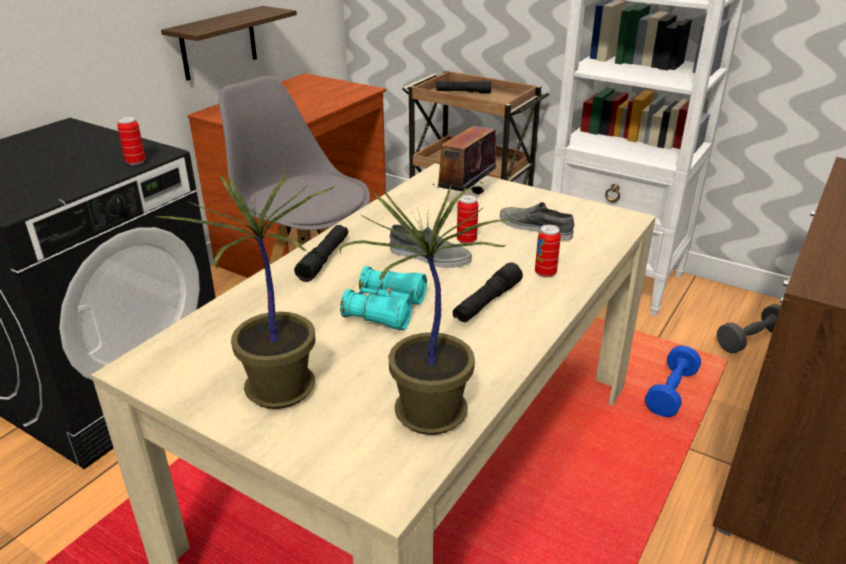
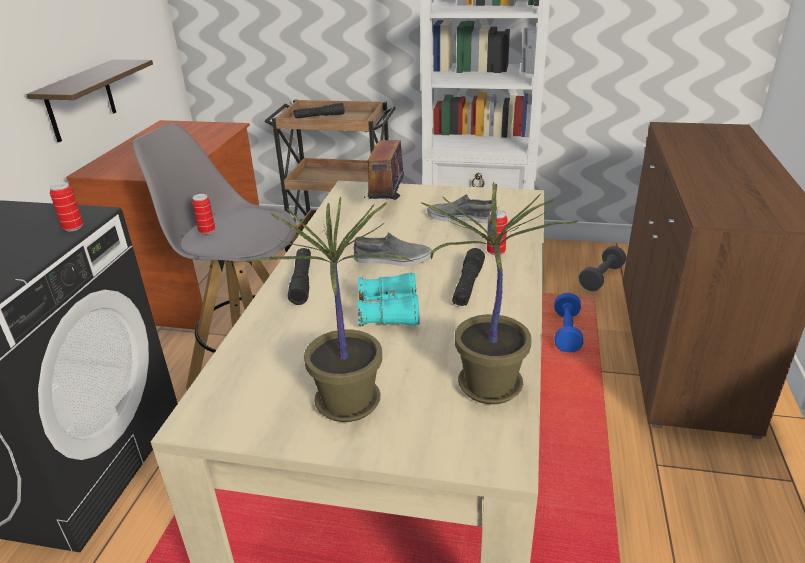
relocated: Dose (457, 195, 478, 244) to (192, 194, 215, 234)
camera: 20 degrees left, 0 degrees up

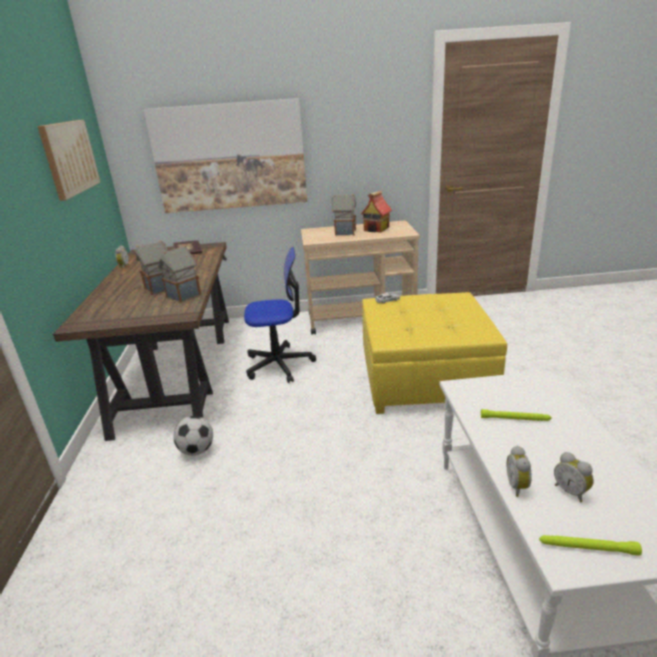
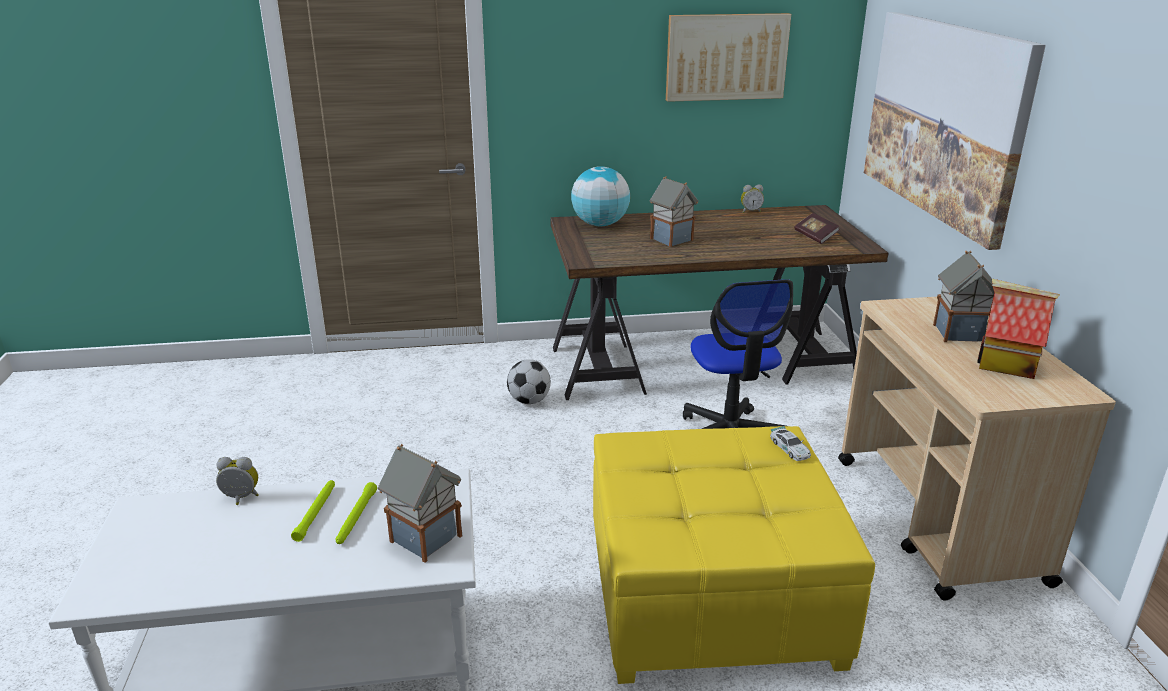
missing: Wecker (554, 452, 594, 502)
appeared: Globus (571, 166, 630, 226)
relocated: Taschenlampe (grün) (539, 535, 642, 556) to (291, 480, 335, 542); Spielzeughaus (157, 245, 201, 303) to (378, 444, 462, 562)
camera: 85 degrees right, 0 degrees up

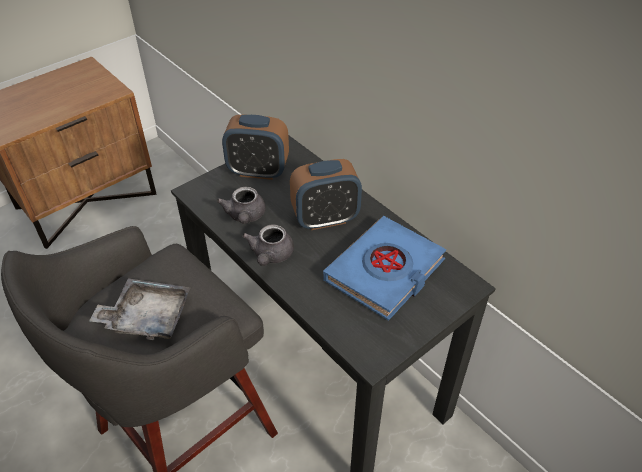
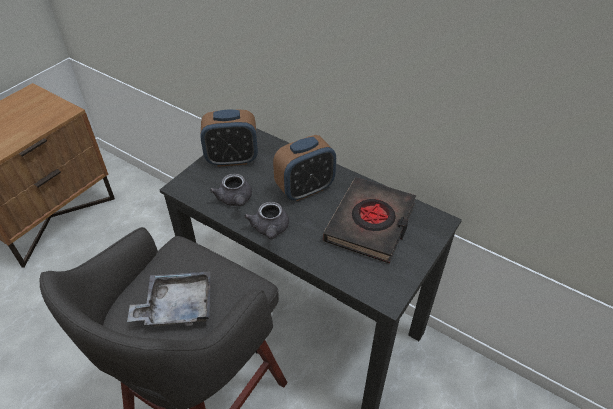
colour: Buch (blau) (323, 216, 446, 321) to Buch (schwarz) (323, 178, 416, 263)
camera: 15 degrees left, 0 degrees up

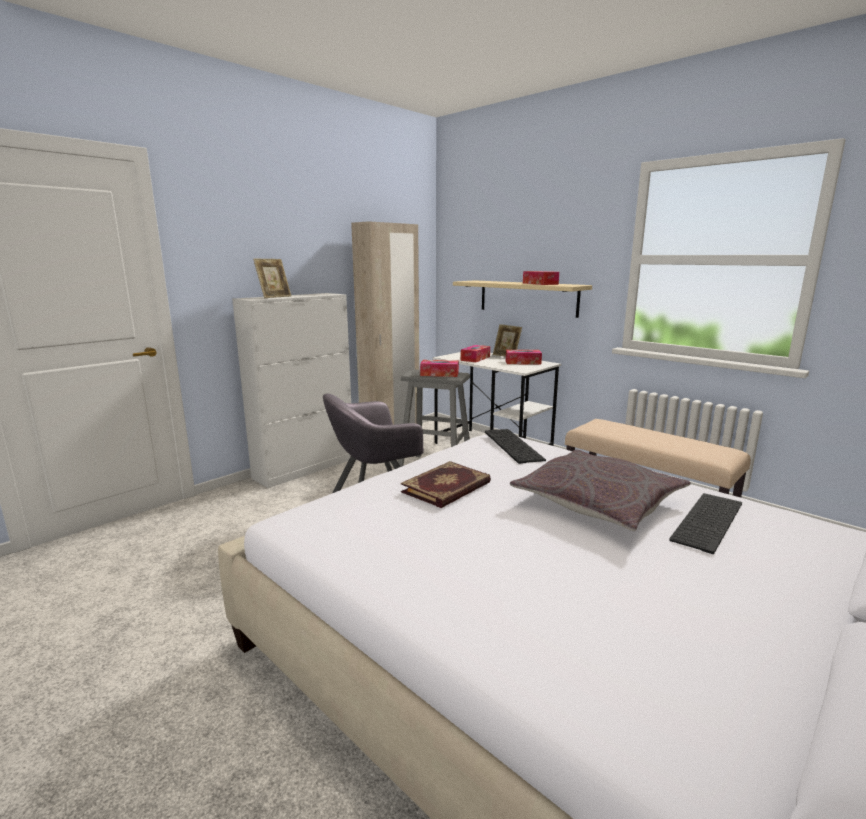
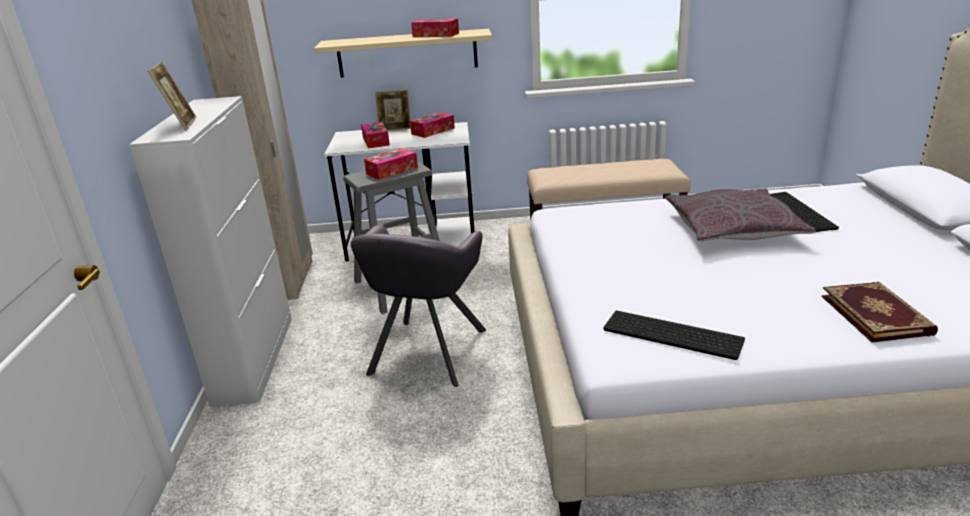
relocated: Tastatur (485, 429, 546, 464) to (603, 311, 745, 360); Buch (401, 461, 491, 508) to (821, 282, 938, 343)
camera: 45 degrees left, 10 degrees up

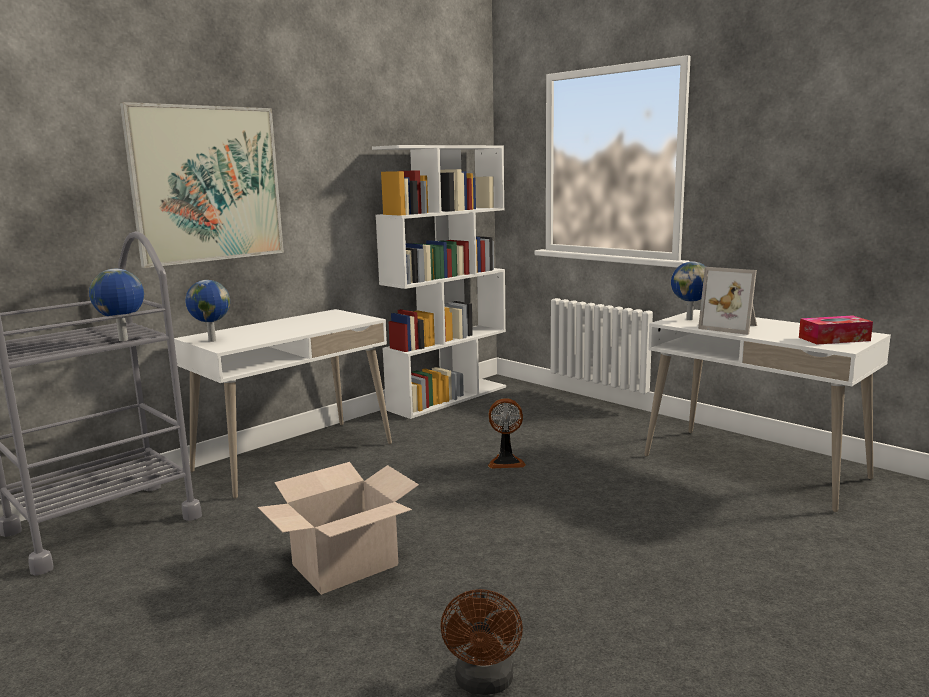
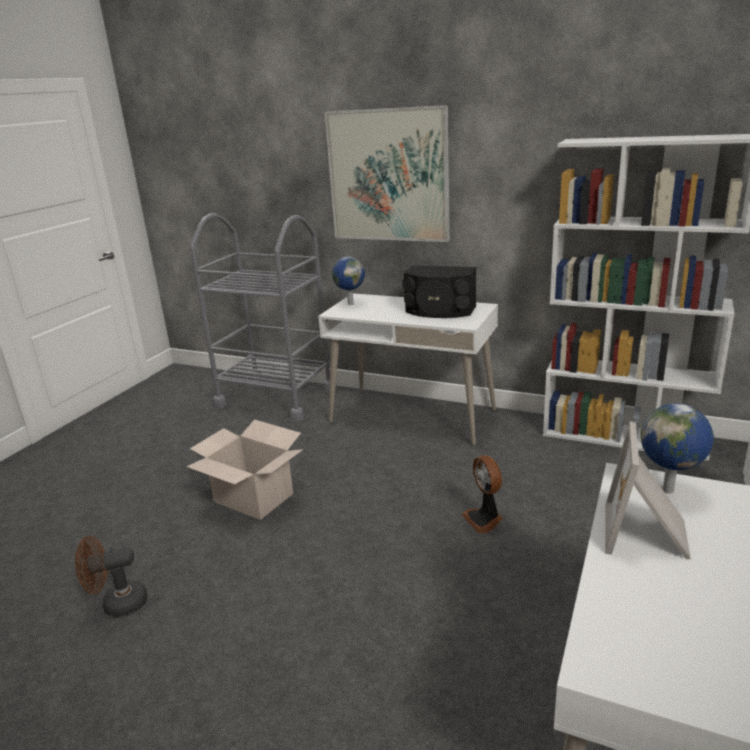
missing: Globus (89, 269, 144, 341); Taschentuchbox (799, 315, 873, 345)
appeared: Lautsprecher (schwarz) (402, 265, 476, 318)
camera: 70 degrees right, 10 degrees up

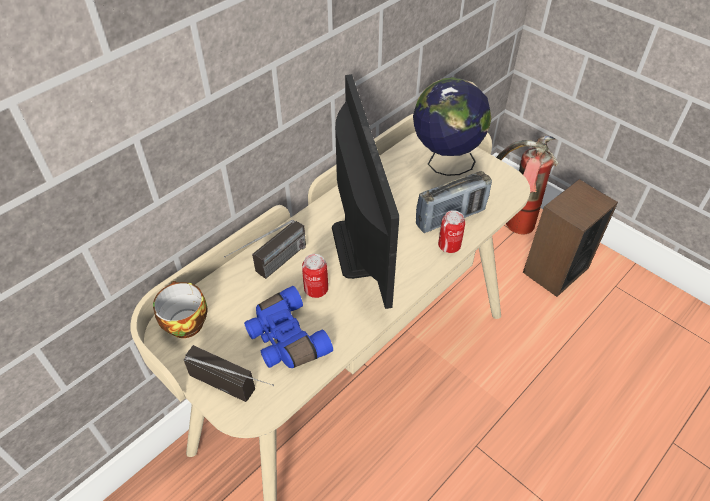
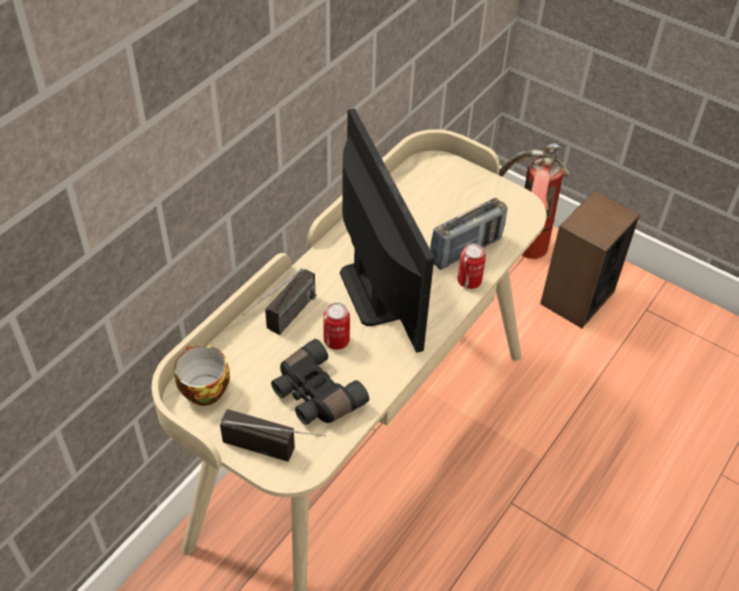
missing: Globus (413, 77, 492, 176)
colour: Fernglas (blau) (244, 286, 333, 368) to Fernglas (schwarz) (271, 339, 369, 425)
camera: 10 degrees left, 0 degrees up

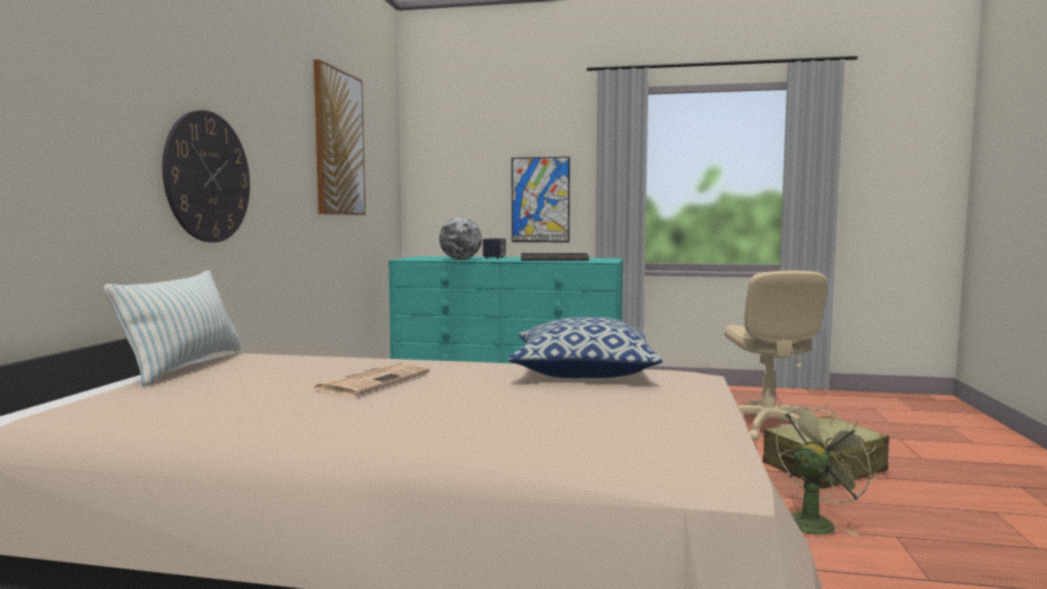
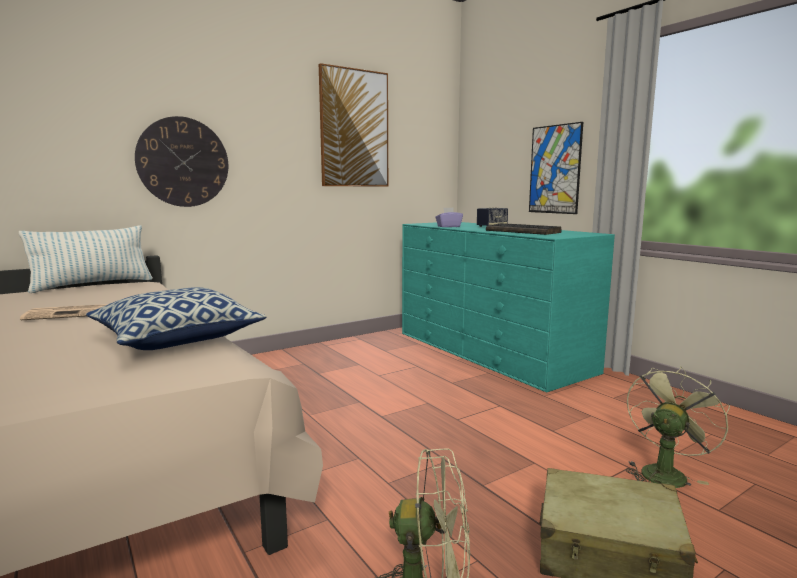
exchanged: Globus (439, 217, 482, 260) to Taschentuchbox (lila) (435, 208, 463, 227); Bürostuhl (beige) (724, 271, 828, 440) to Ventilator (grün) (626, 366, 730, 488)
camera: 45 degrees right, 5 degrees up

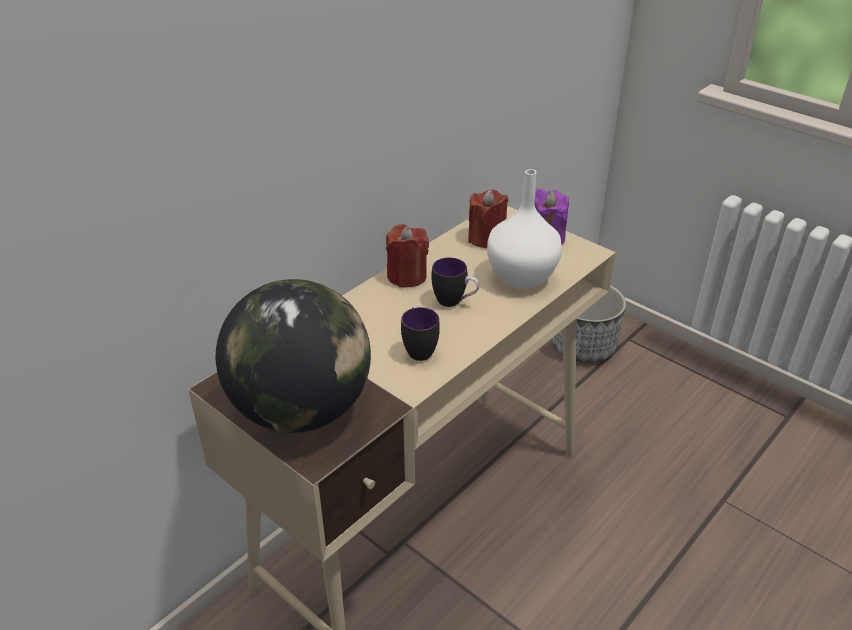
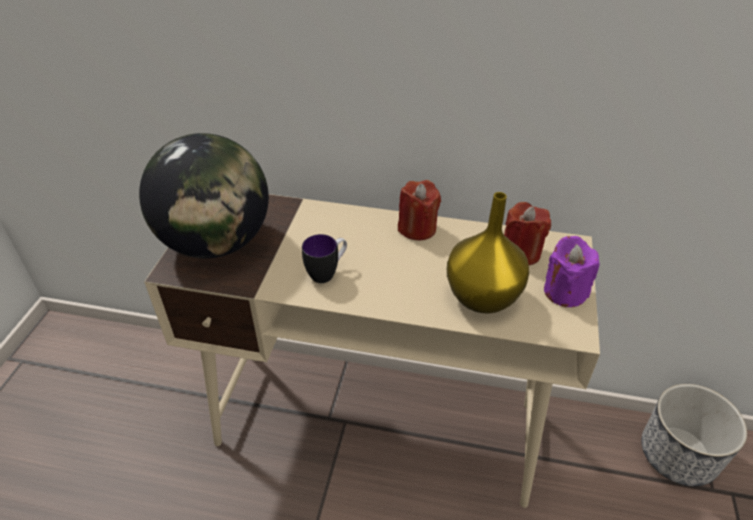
missing: Henkelbecher (432, 257, 480, 307)
colour: Vase (weiß) (487, 169, 562, 289) to Vase (gelb) (447, 192, 529, 314)
camera: 60 degrees right, 5 degrees up

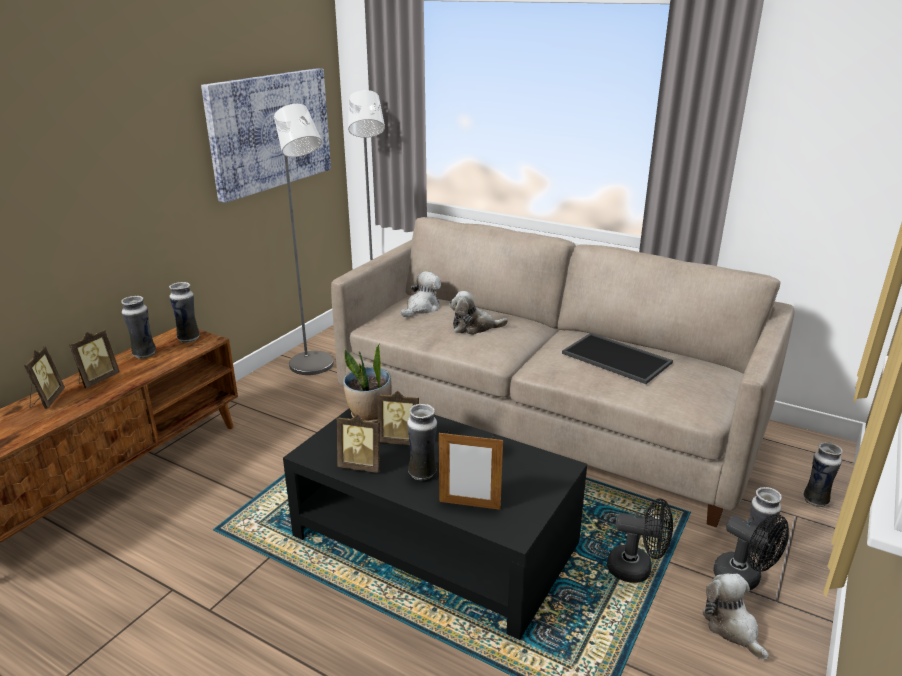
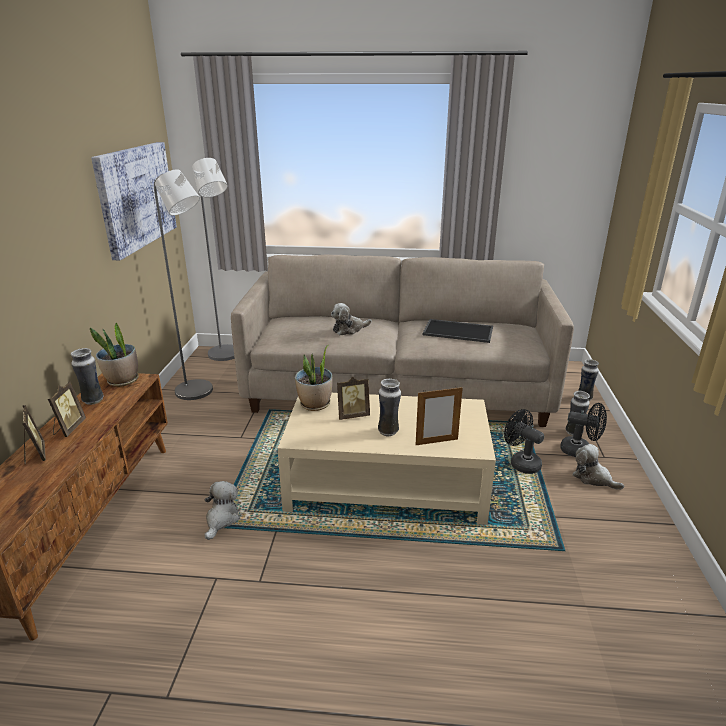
missing: Bilderrahmen (337, 414, 381, 473)
relocated: Plüschtier (401, 271, 441, 317) to (205, 481, 240, 540)
exchanged: Vase (169, 282, 200, 343) to Topfpflanze (90, 323, 139, 387)
colour: Couchtisch (schwarz) (283, 409, 587, 640) to Couchtisch (beige) (277, 393, 496, 525)
spun: Ventilator (schwarz) (607, 499, 673, 583) = (504, 409, 544, 474) 120 degrees counterclockwise
camera: 25 degrees left, 0 degrees up

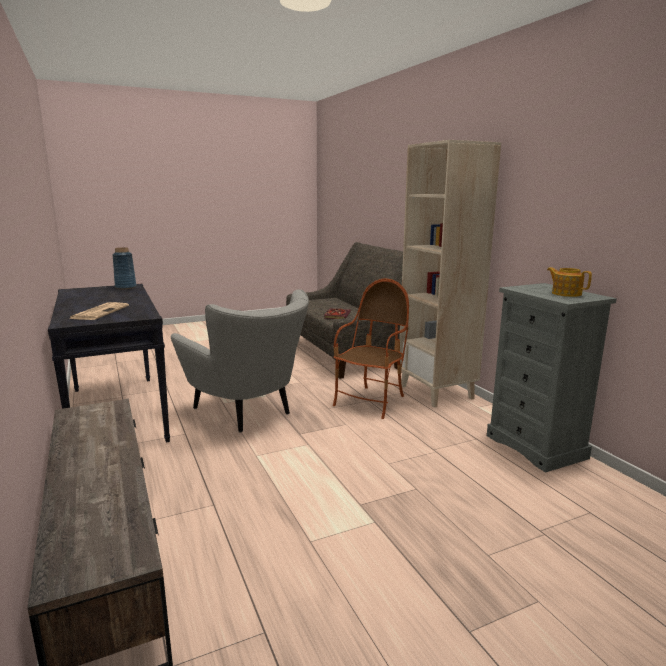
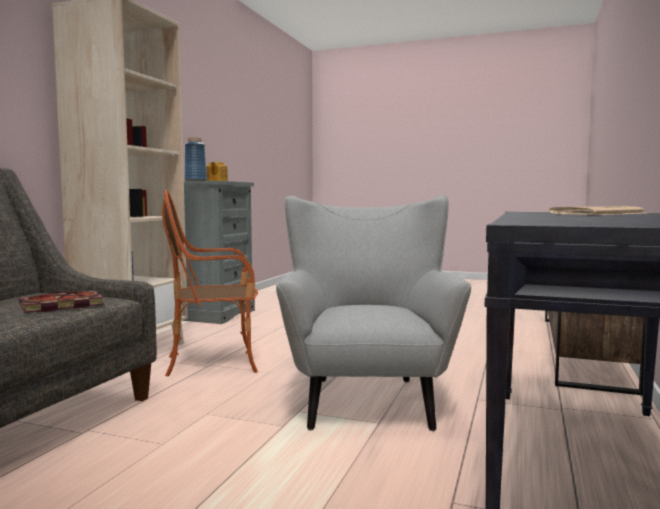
relocated: Vase (blau) (112, 247, 137, 289) to (185, 137, 207, 181)
camera: 135 degrees left, 10 degrees down

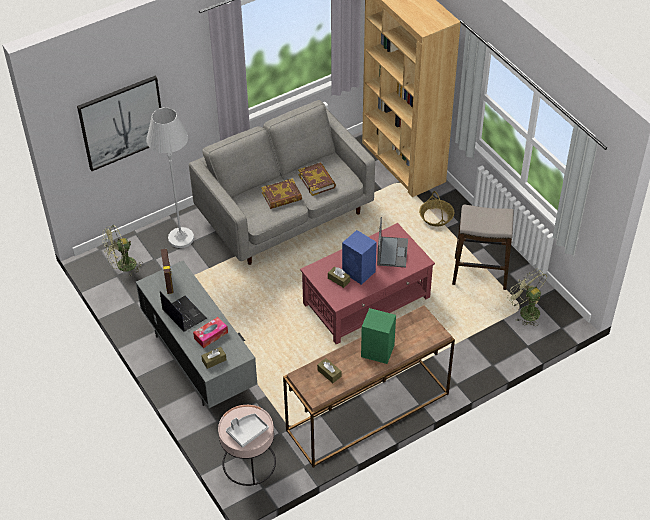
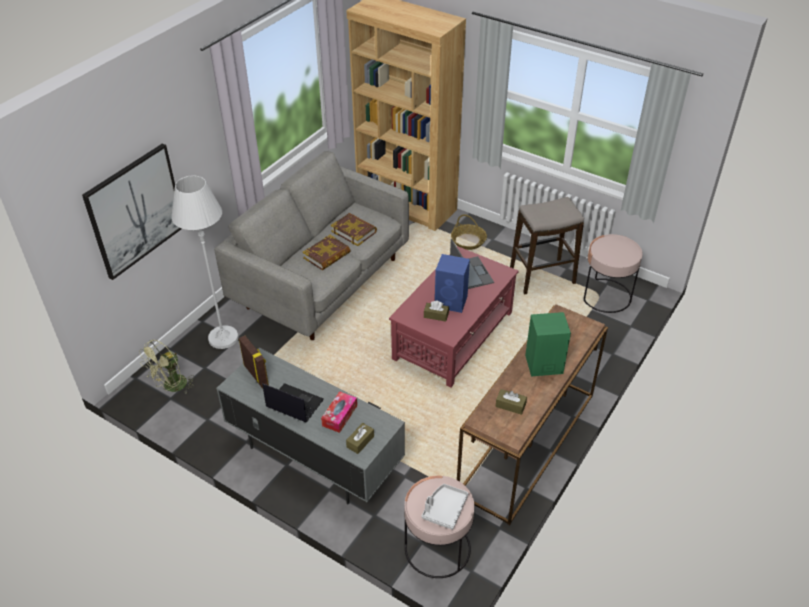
exchanged: Ventilator (grün) (507, 269, 547, 326) to Beistelltisch (rosa) (584, 234, 643, 313)
camera: 25 degrees left, 5 degrees down

